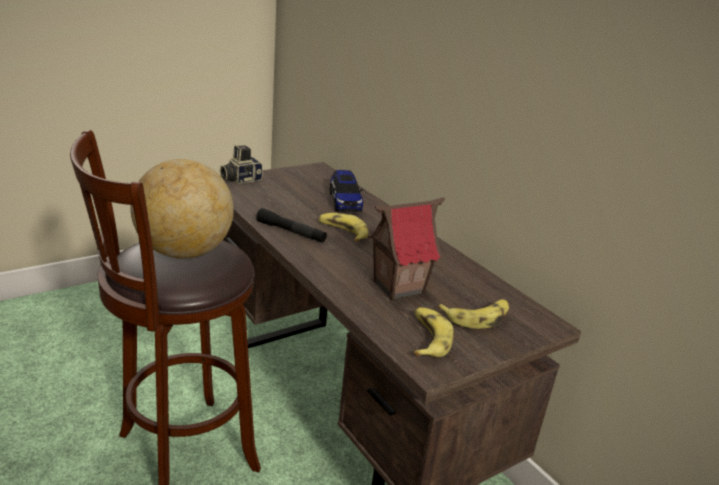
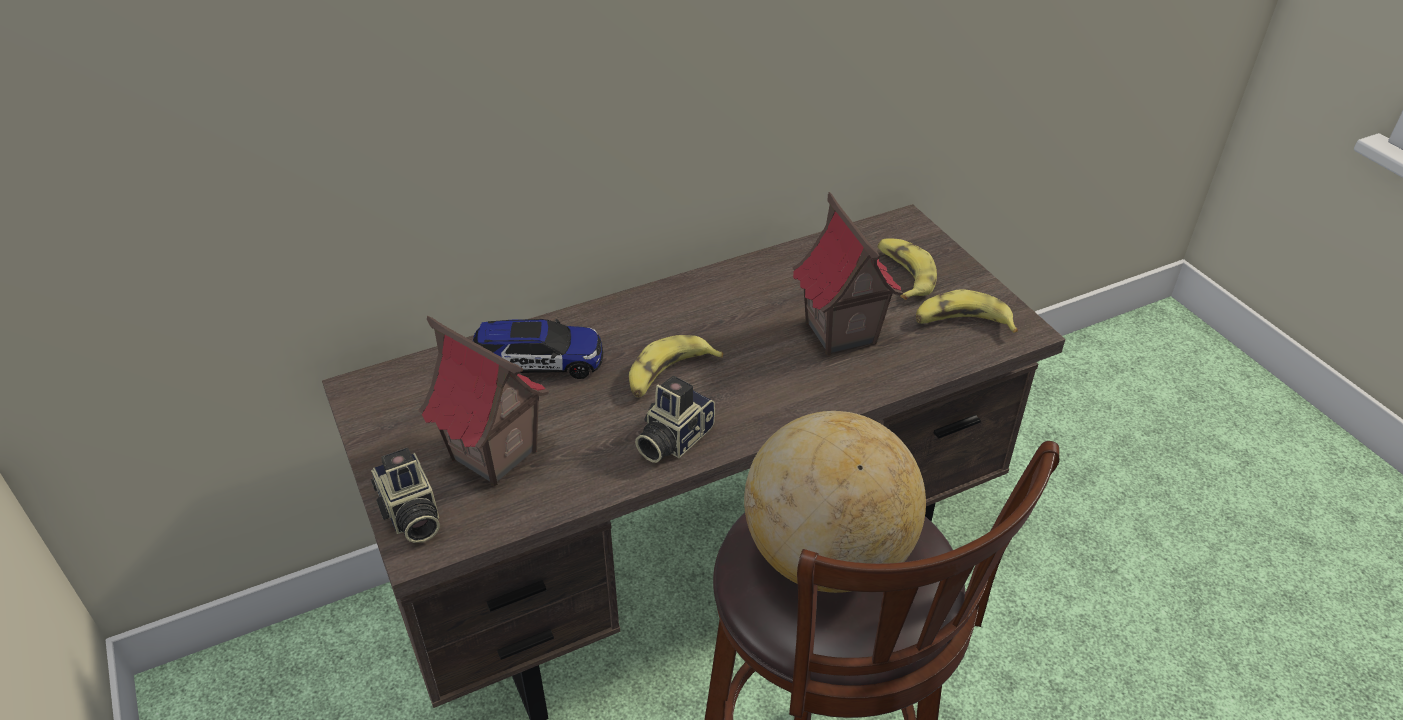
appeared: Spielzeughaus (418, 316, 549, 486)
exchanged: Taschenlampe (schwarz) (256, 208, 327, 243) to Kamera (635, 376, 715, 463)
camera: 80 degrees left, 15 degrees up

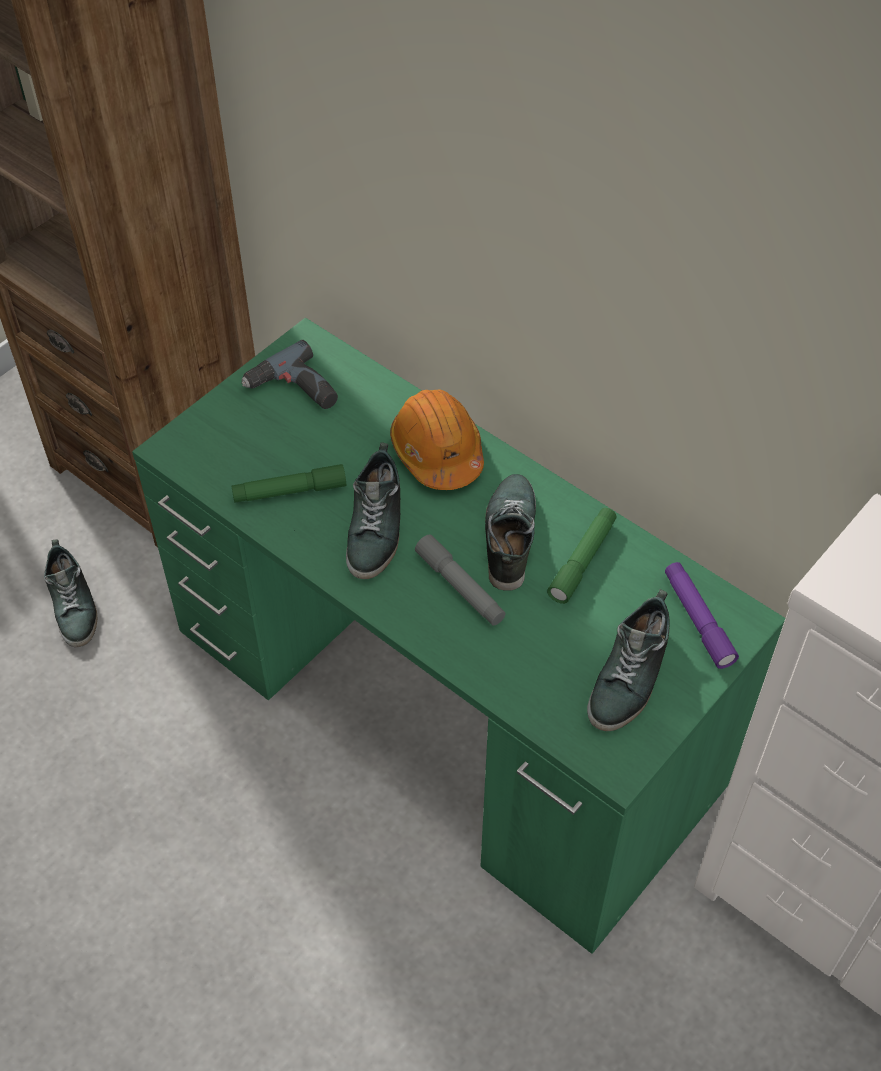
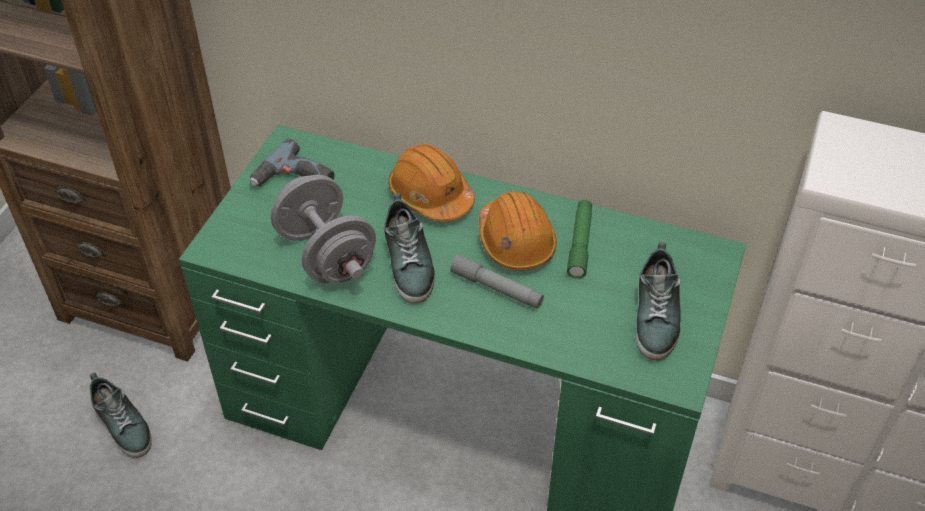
missing: Taschenlampe (lila) (665, 562, 739, 669)
exchanged: Taschenlampe (grün) (231, 464, 346, 503) to Hantel (grau) (271, 175, 376, 283); Schuh (485, 474, 536, 591) to Schutzhelm (orange) (479, 191, 557, 270)
camera: 20 degrees left, 5 degrees down

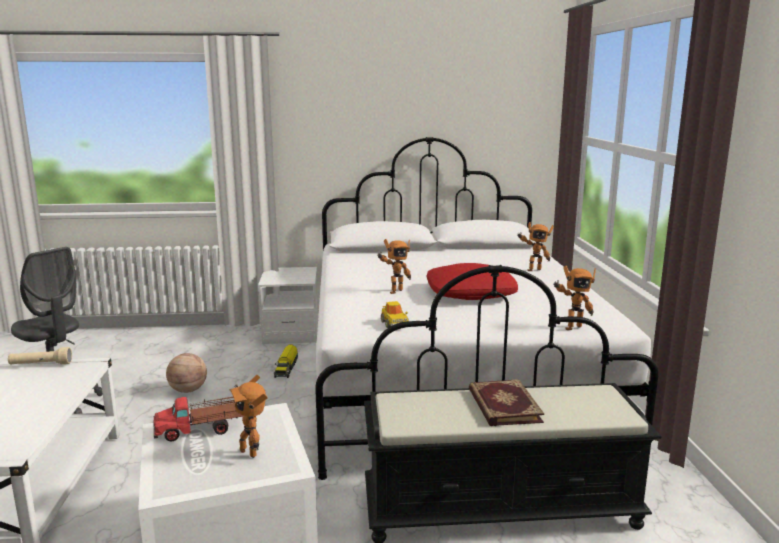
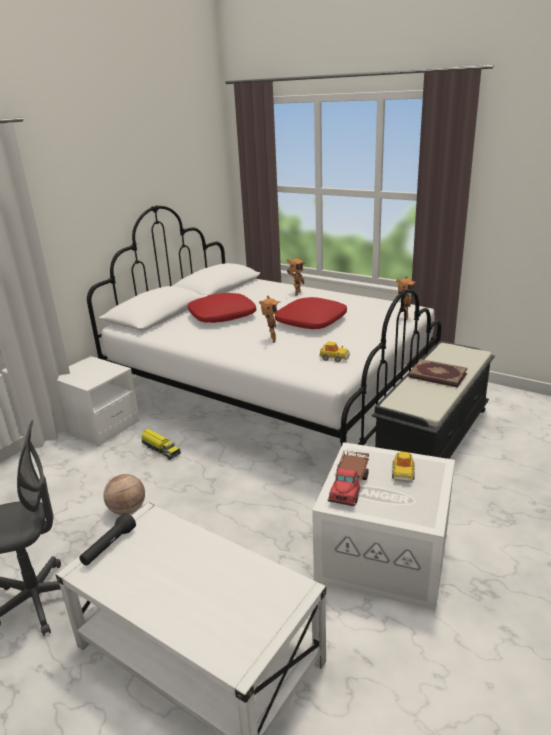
appeared: Kissen (rot) (188, 293, 256, 323)
exchanged: Spielzeugroboter (229, 375, 268, 458) to Spielzeugauto (392, 452, 415, 483)
colour: Taschenlampe (beige) (8, 347, 72, 364) to Taschenlampe (schwarz) (79, 513, 136, 565)
camera: 50 degrees left, 10 degrees up

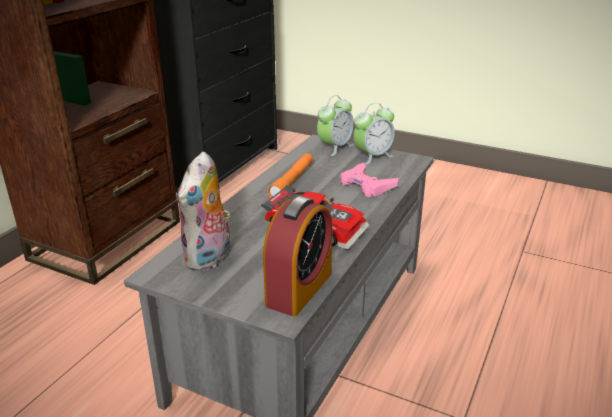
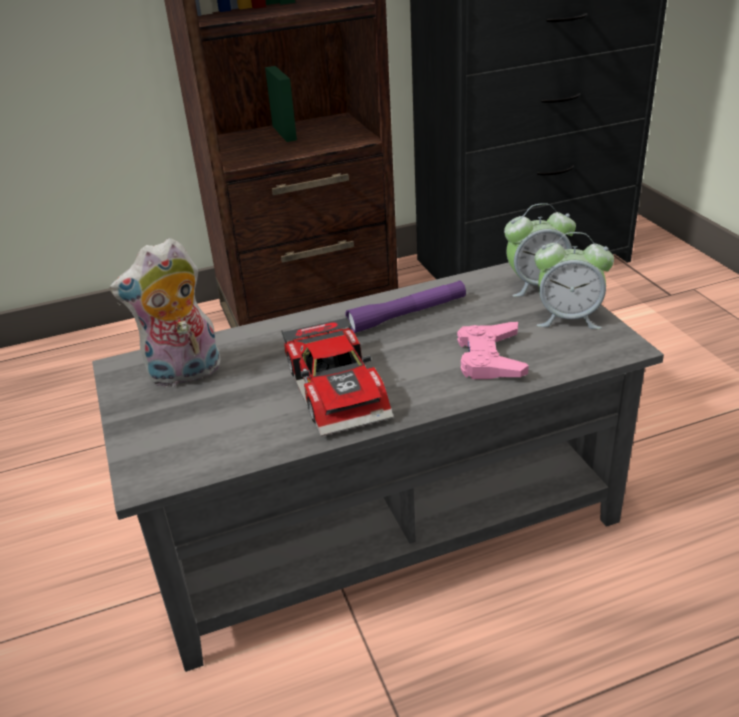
missing: Wecker (263, 197, 332, 317)
colour: Taschenlampe (orange) (267, 153, 313, 198) to Taschenlampe (lila) (345, 281, 466, 333)
camera: 45 degrees right, 5 degrees up

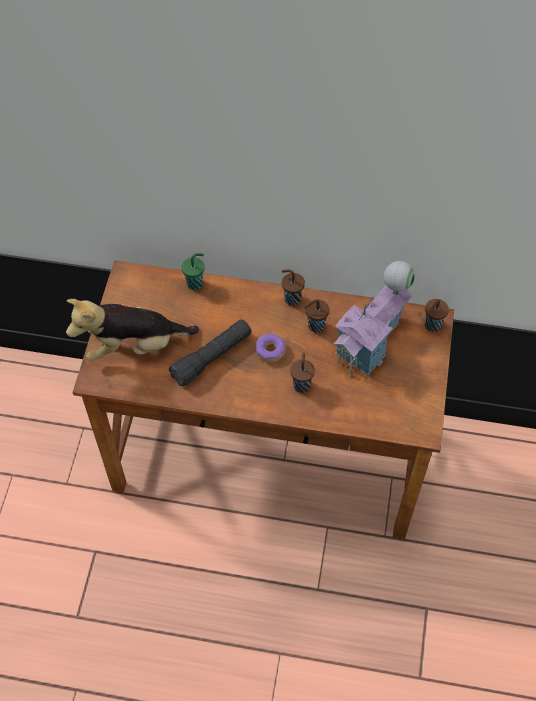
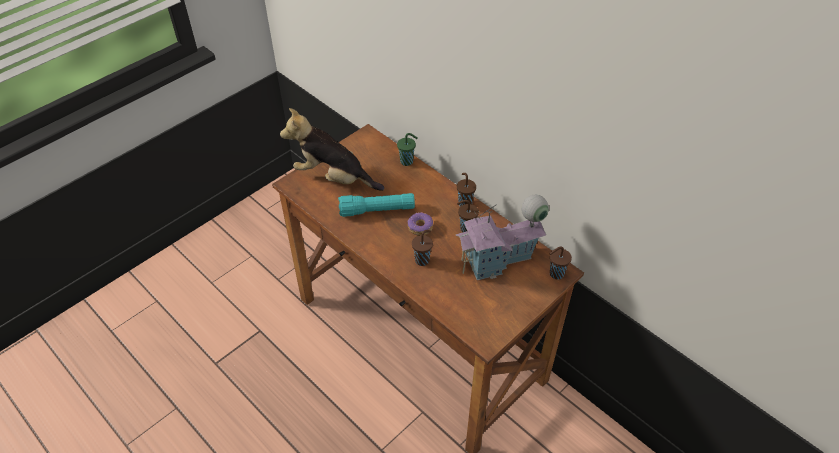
colour: Taschenlampe (schwarz) (169, 319, 252, 386) to Taschenlampe (türkis) (338, 193, 415, 217)
camera: 35 degrees right, 10 degrees down

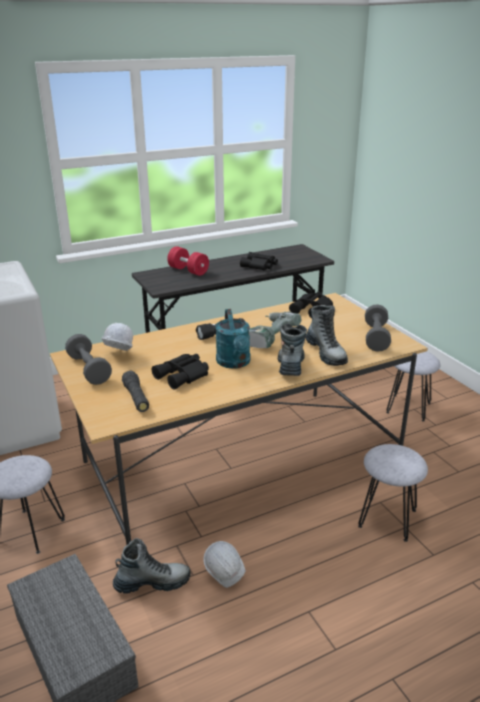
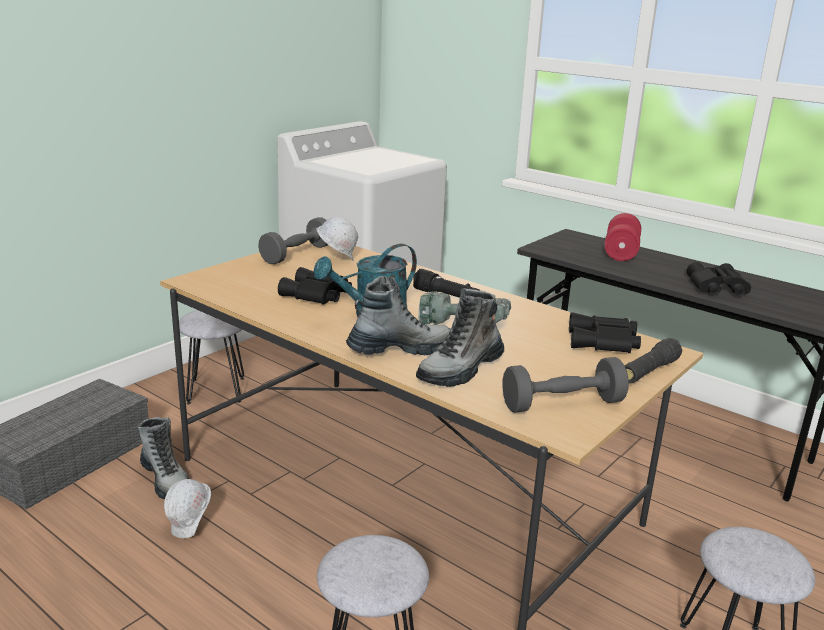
relocated: Taschenlampe (schwarz) (122, 371, 149, 412) to (625, 338, 682, 384)
camera: 65 degrees right, 5 degrees down

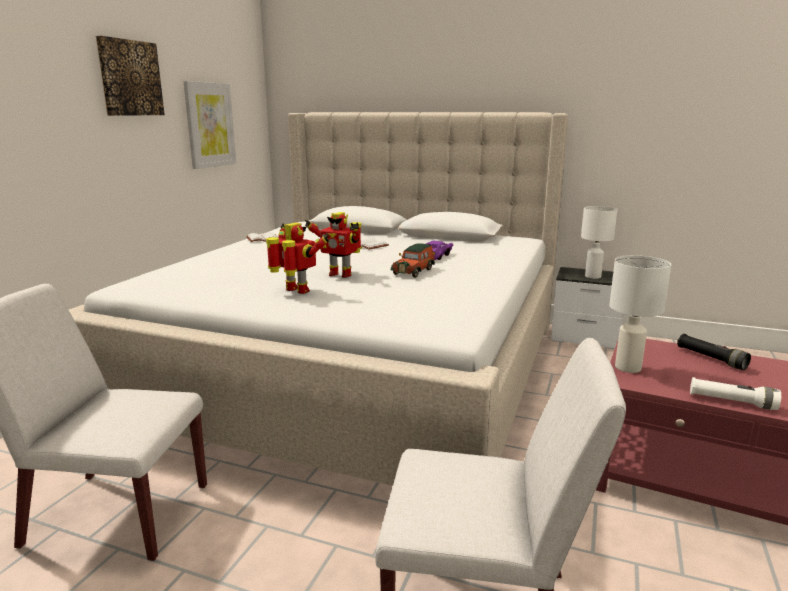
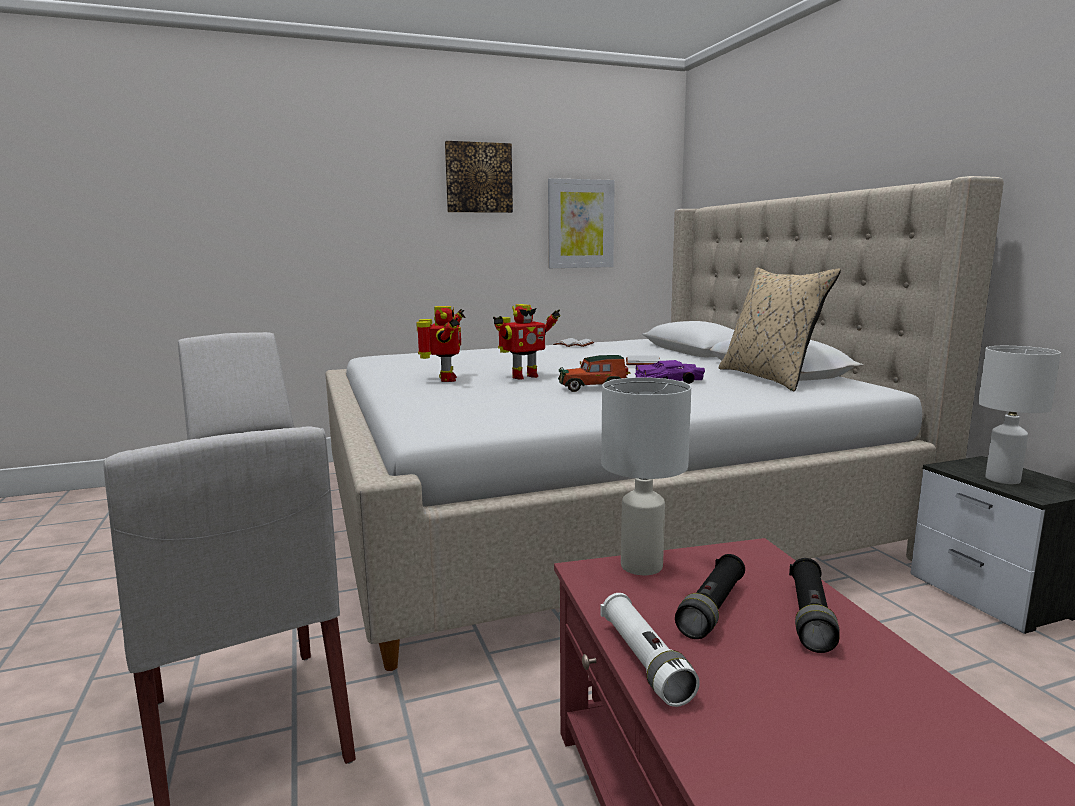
appeared: Taschenlampe (schwarz) (675, 554, 745, 639); Kissen (beige) (719, 267, 841, 391)
spun: Spielzeugroboter (304, 212, 362, 278) = (493, 304, 561, 380) 105 degrees counterclockwise
camera: 50 degrees right, 5 degrees down

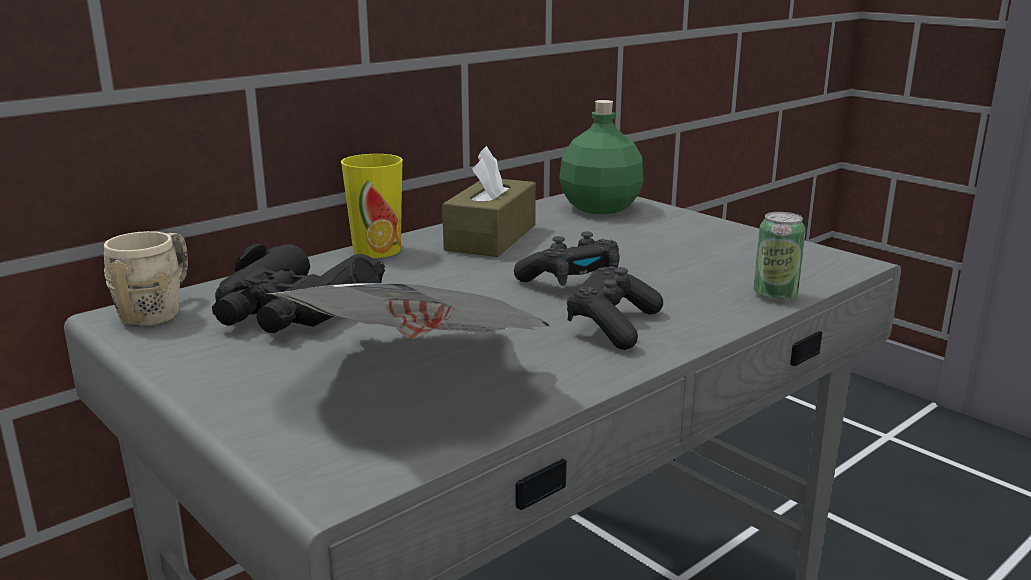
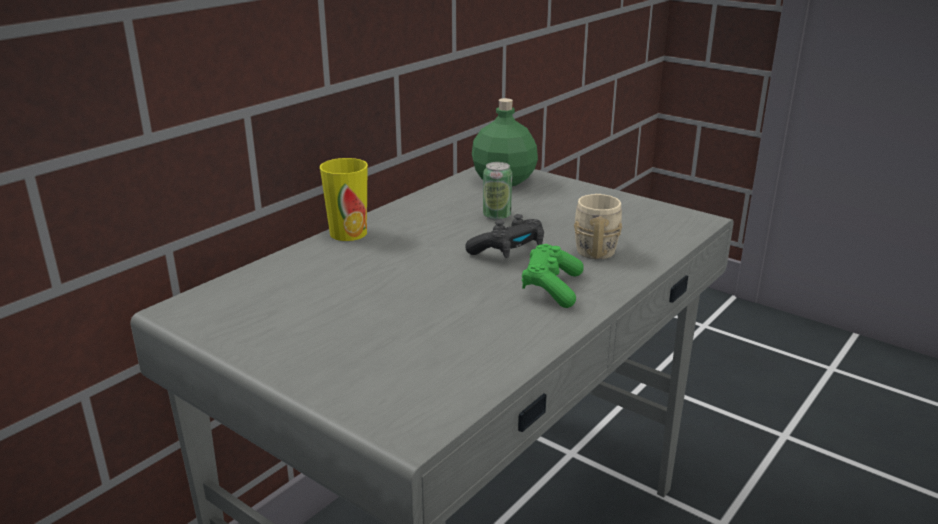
missing: Fernglas (schwarz) (212, 243, 385, 333); Zeitung (270, 283, 550, 339); Taschentuchbox (braun) (442, 146, 536, 257)
relocated: Dose (754, 212, 806, 301) to (483, 162, 512, 220); Henkelbecher (beige) (104, 231, 188, 326) to (574, 194, 622, 259)
colour: Gamepad (schwarz) (567, 266, 663, 350) to Gamepad (grün) (522, 244, 584, 308)
camera: 10 degrees left, 5 degrees up

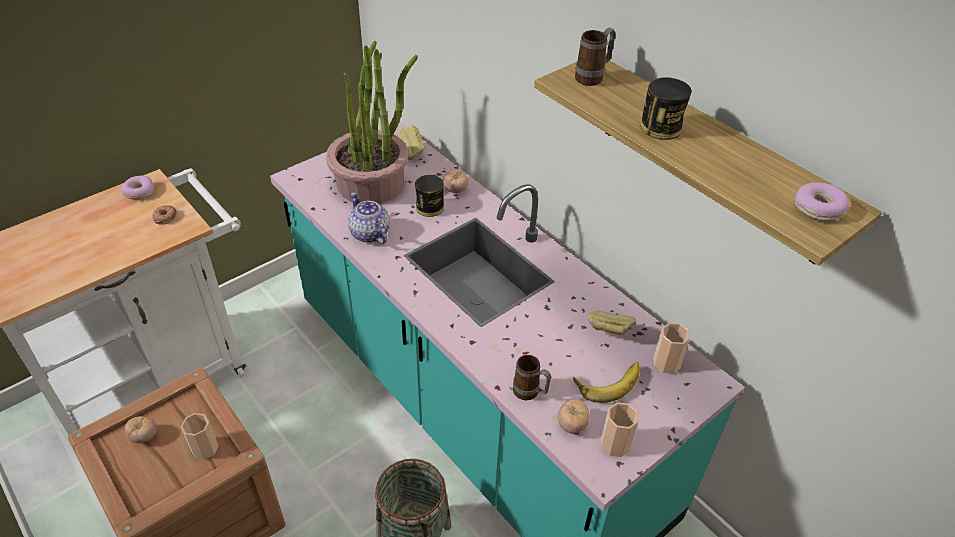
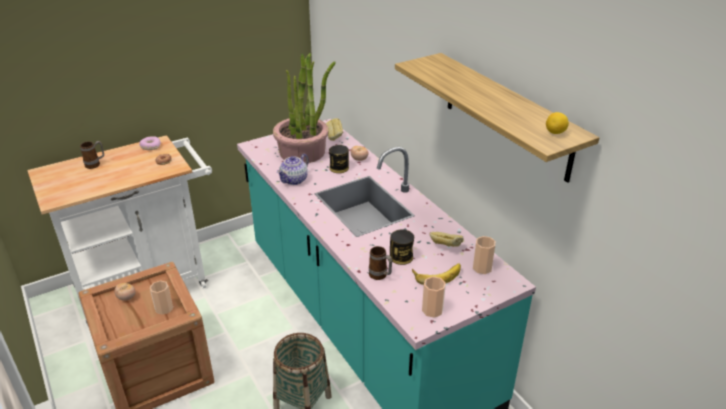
missing: Tomate (558, 399, 590, 434)
relocated: Henkelbecher (575, 28, 615, 86) to (80, 141, 104, 169); Dose (641, 77, 692, 140) to (390, 229, 414, 265)
exchanged: Donut (795, 182, 849, 221) to Zitrone (546, 112, 569, 134)
spun: Teekanne (348, 192, 390, 244) = (277, 154, 309, 185) 120 degrees counterclockwise
camera: 10 degrees right, 10 degrees down

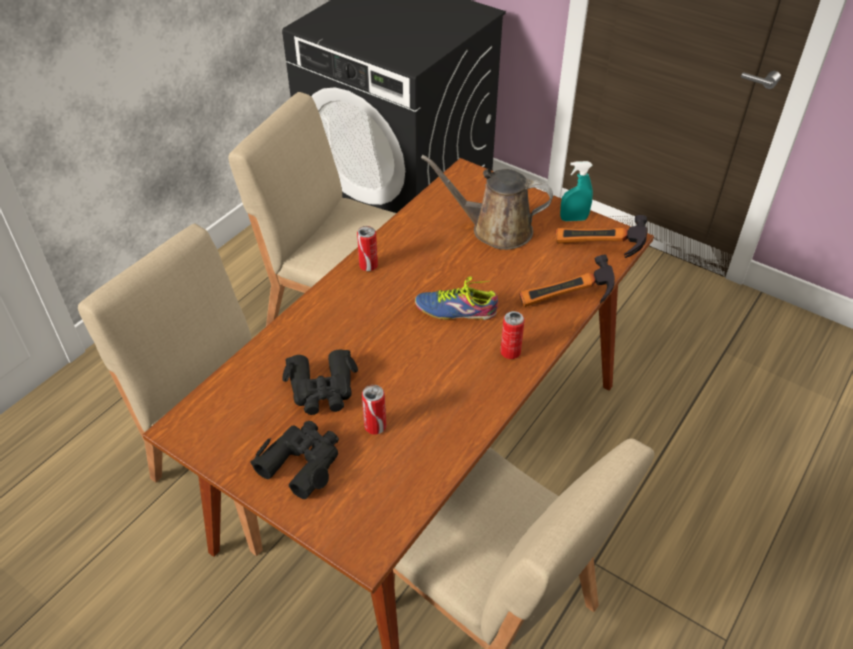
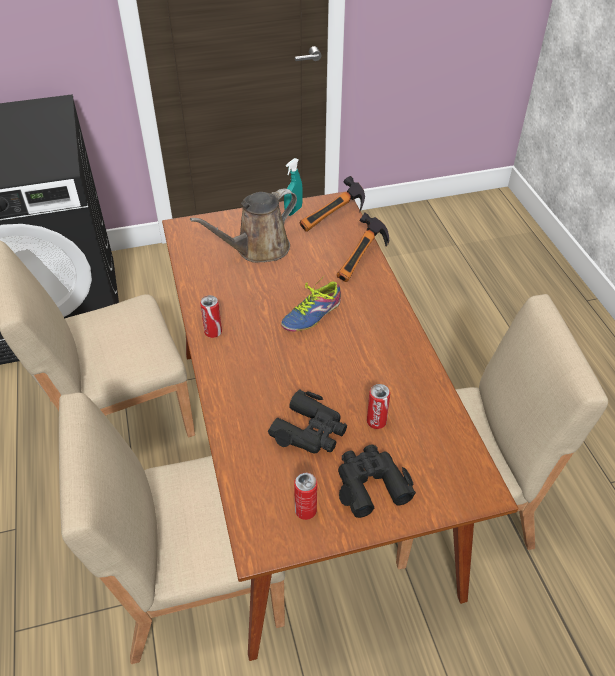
relocated: Dose (500, 311, 525, 359) to (294, 473, 317, 520)
camera: 50 degrees left, 0 degrees up

